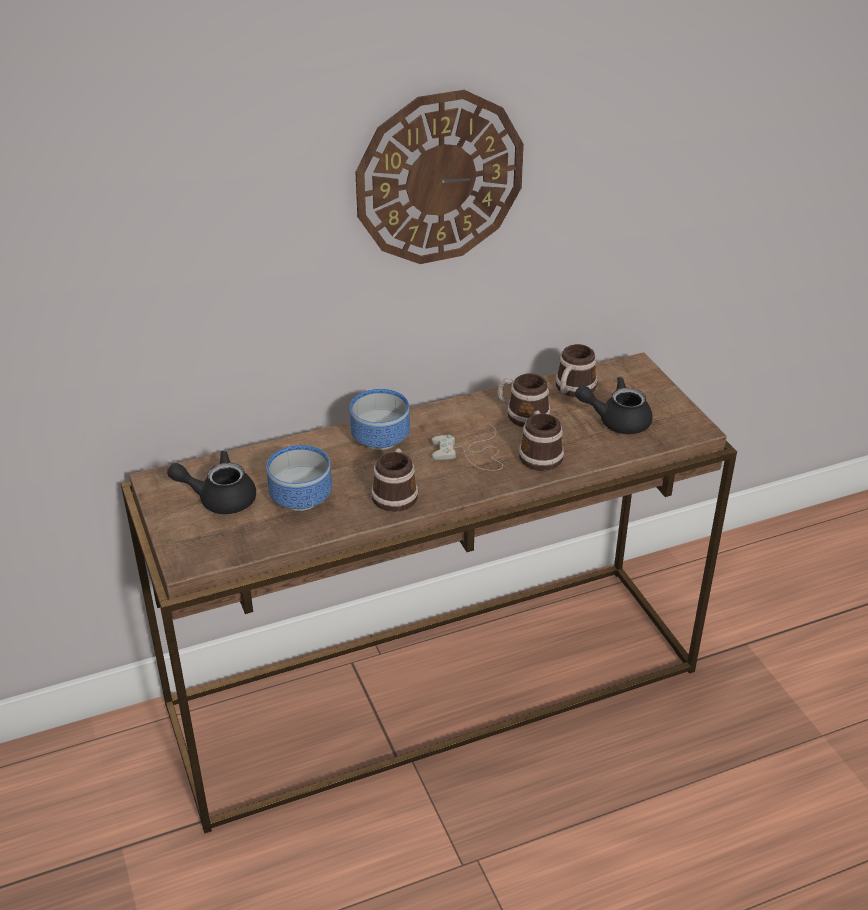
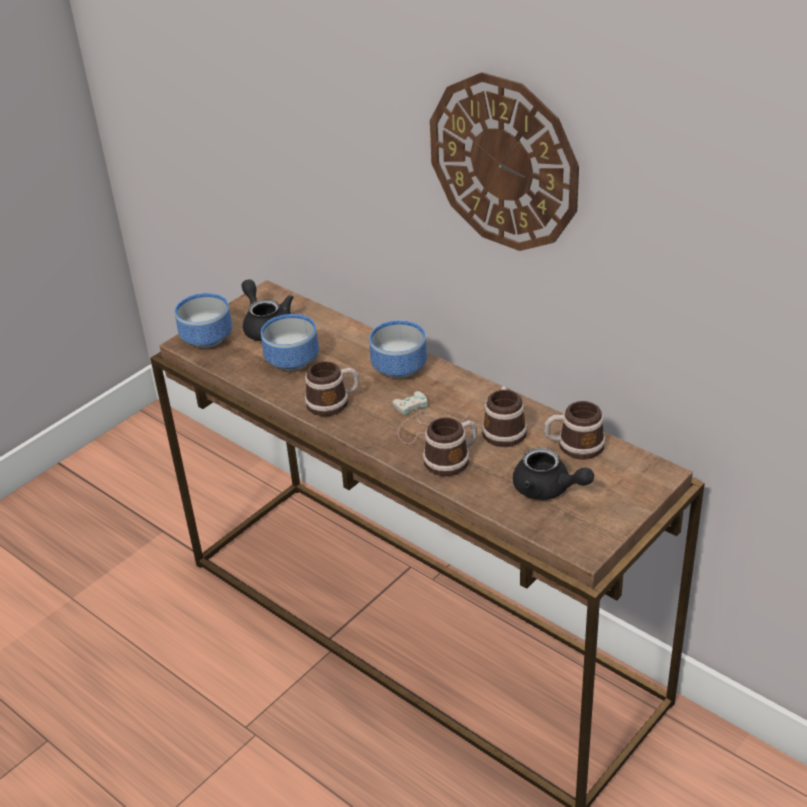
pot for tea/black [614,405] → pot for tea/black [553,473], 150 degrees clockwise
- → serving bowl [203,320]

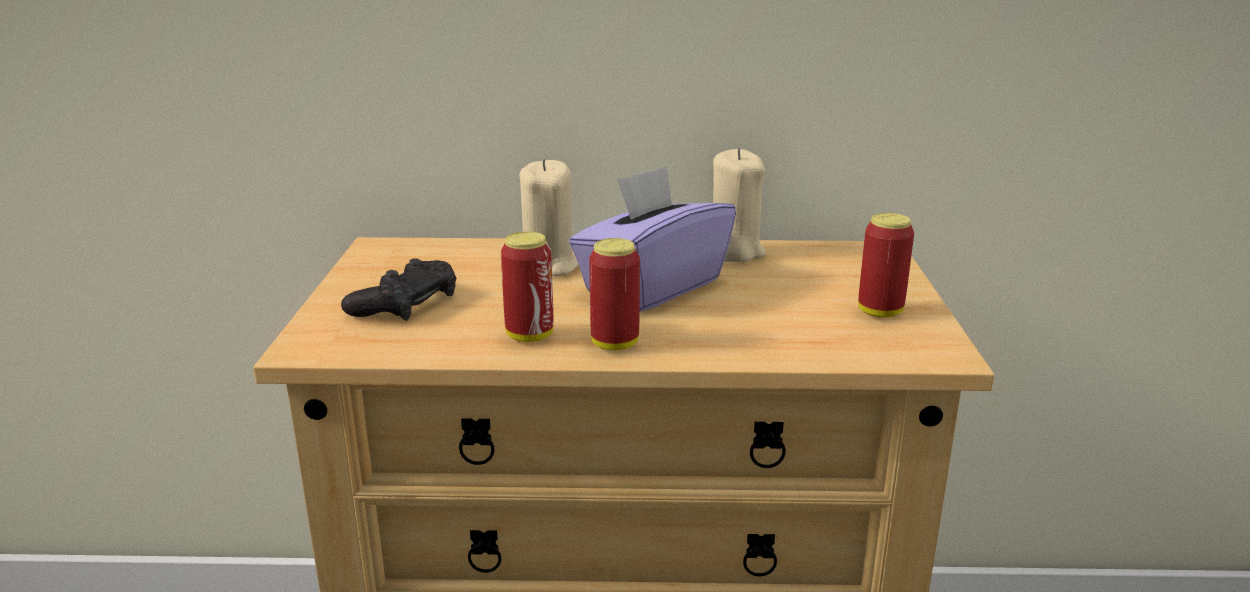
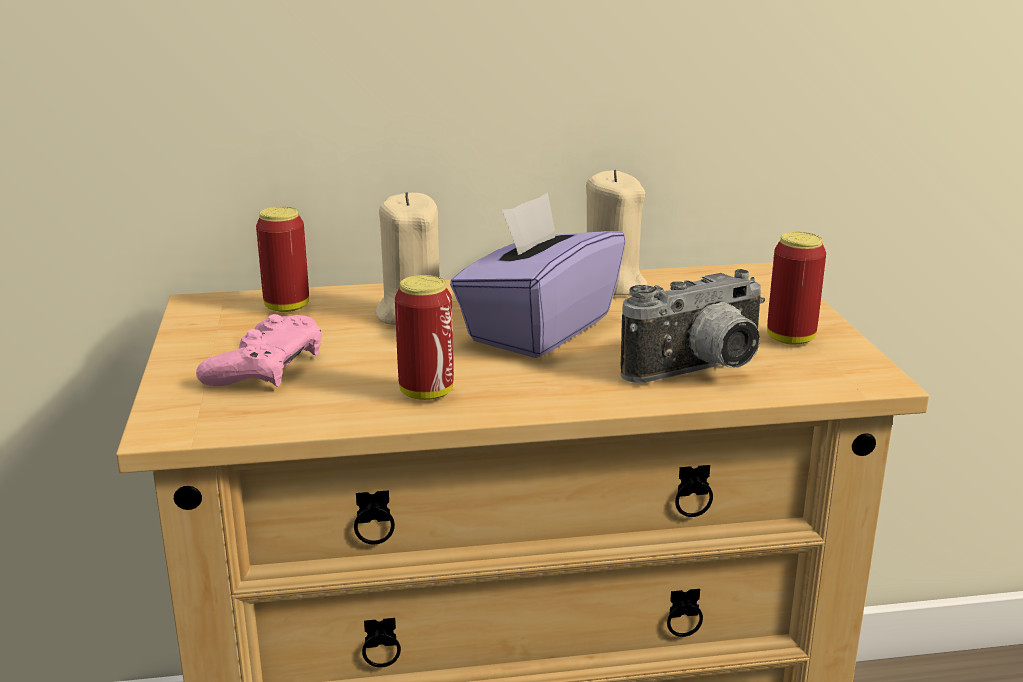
sealed can [614,294] → sealed can [282,259], move
gamepad/black [398,289] → gamepad/pink [259,350]
- → still camera [693,326]

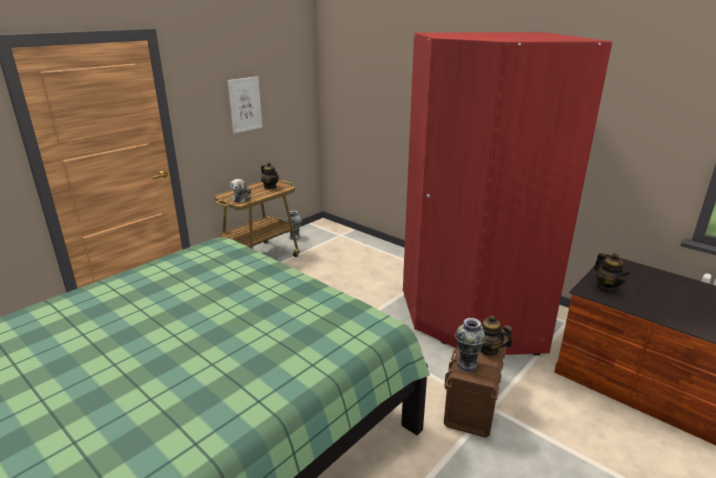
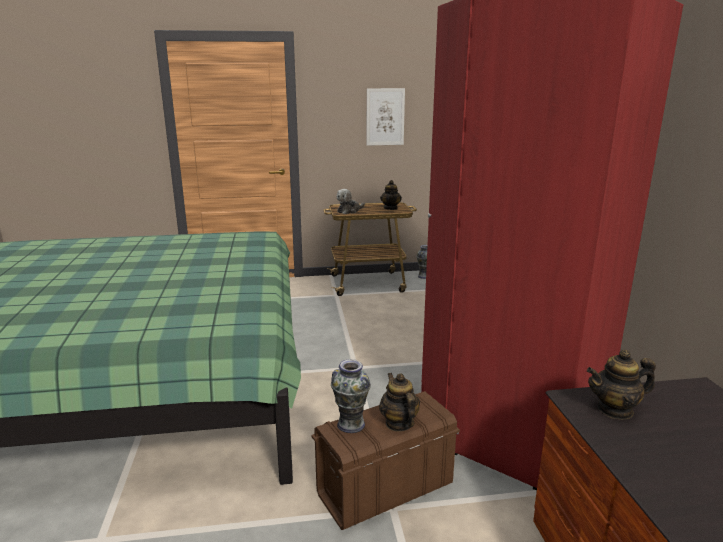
pot for tea [612,273] → pot for tea [621,385], 60 degrees clockwise

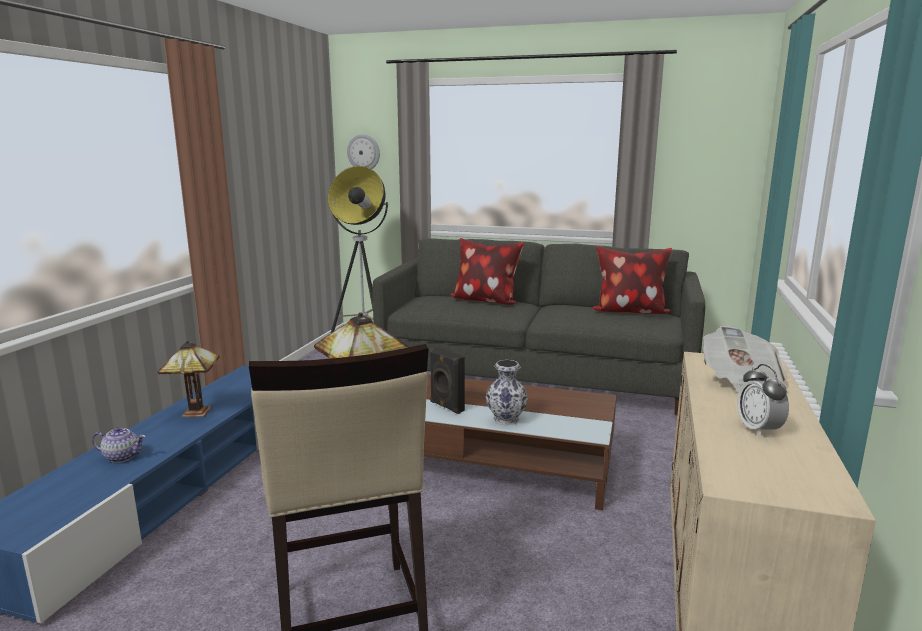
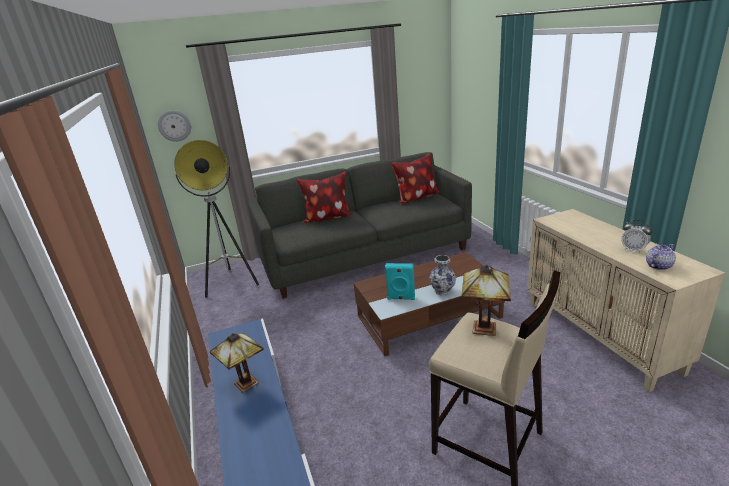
daily paper [745,359] → -
loudspeaker/black [447,380] → loudspeaker/blue-green [400,281]
pot for tea [119,445] → pot for tea [661,257], move

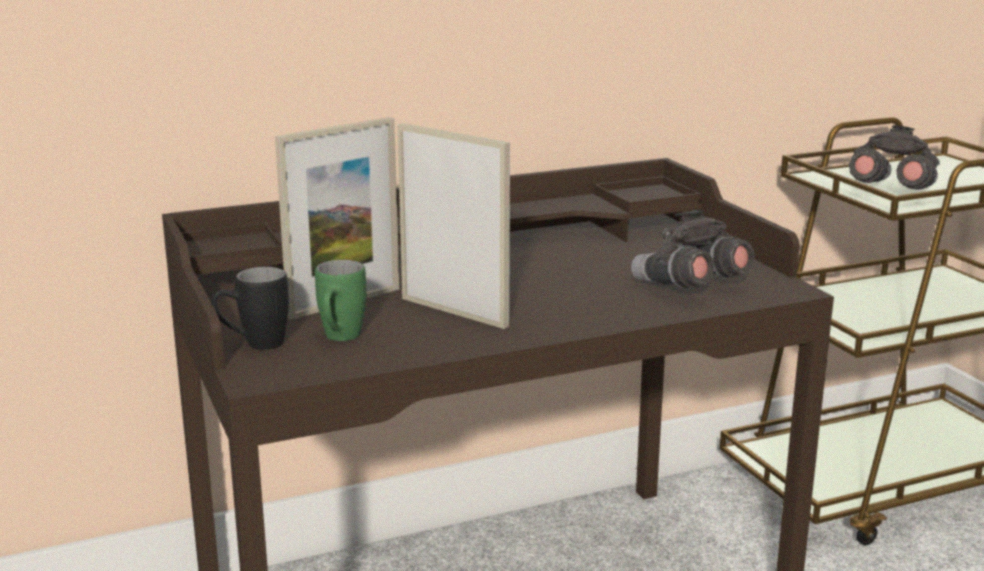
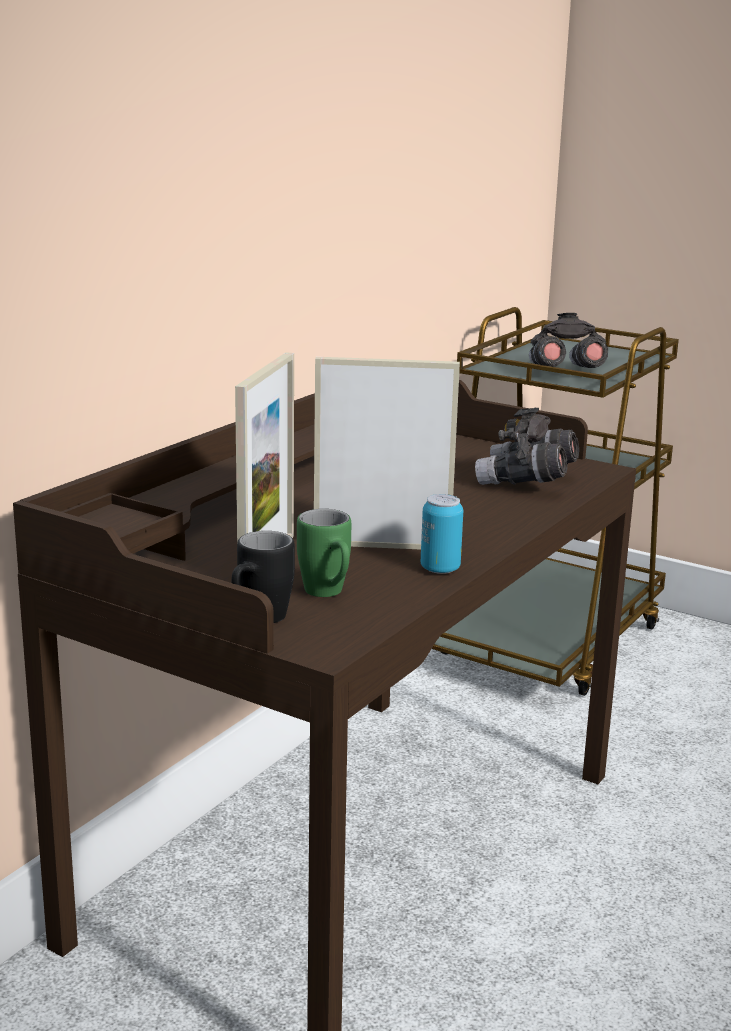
- → sealed can [442,534]

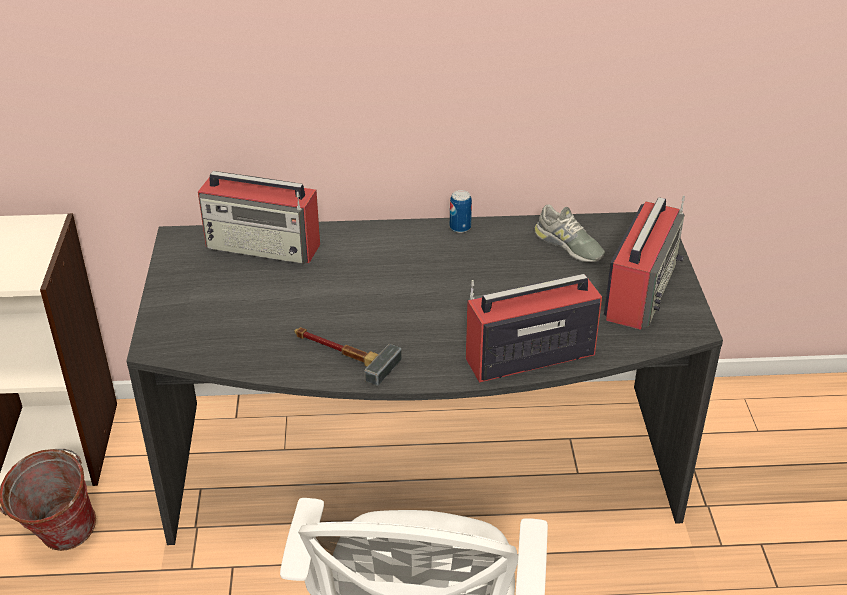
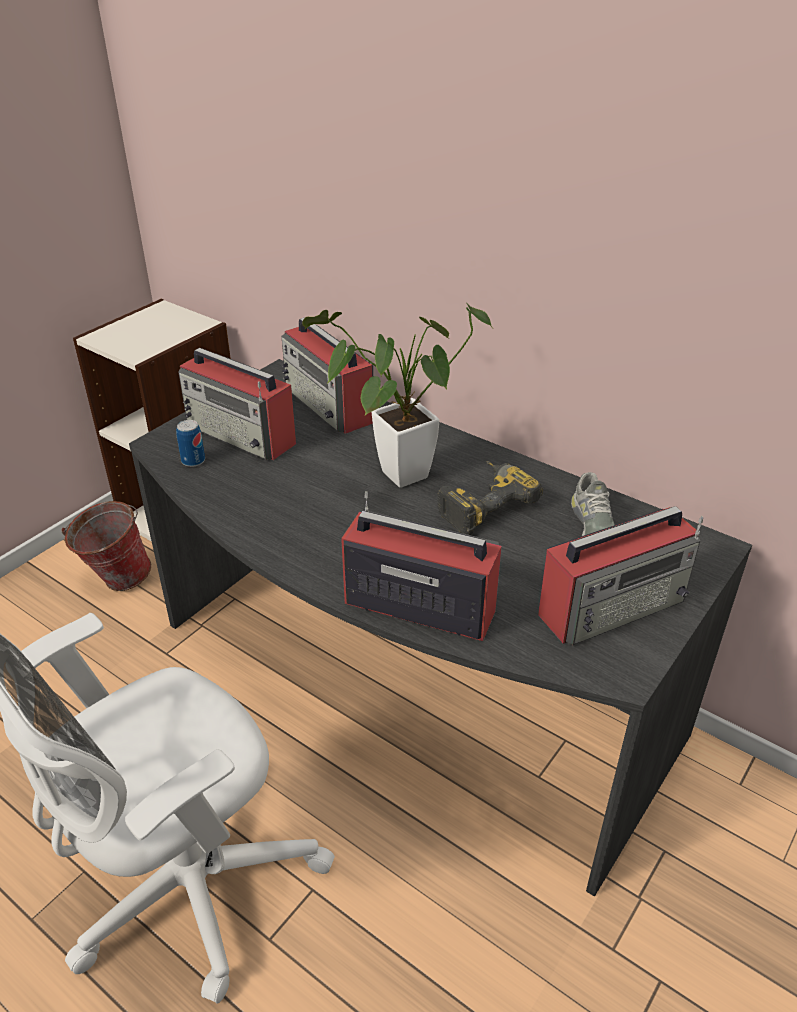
sealed can [461,211] → sealed can [190,443], move
tool hammer [348,356] → -
- → houseplant [397,396]
- → radio receiver [237,404]
- → electric drill [490,498]

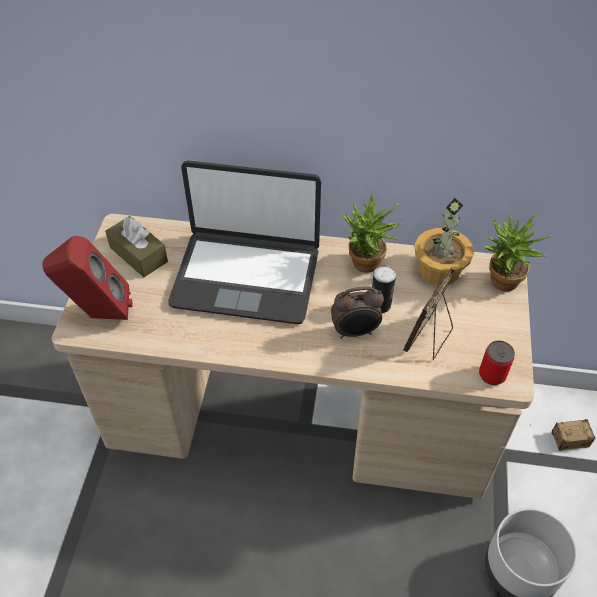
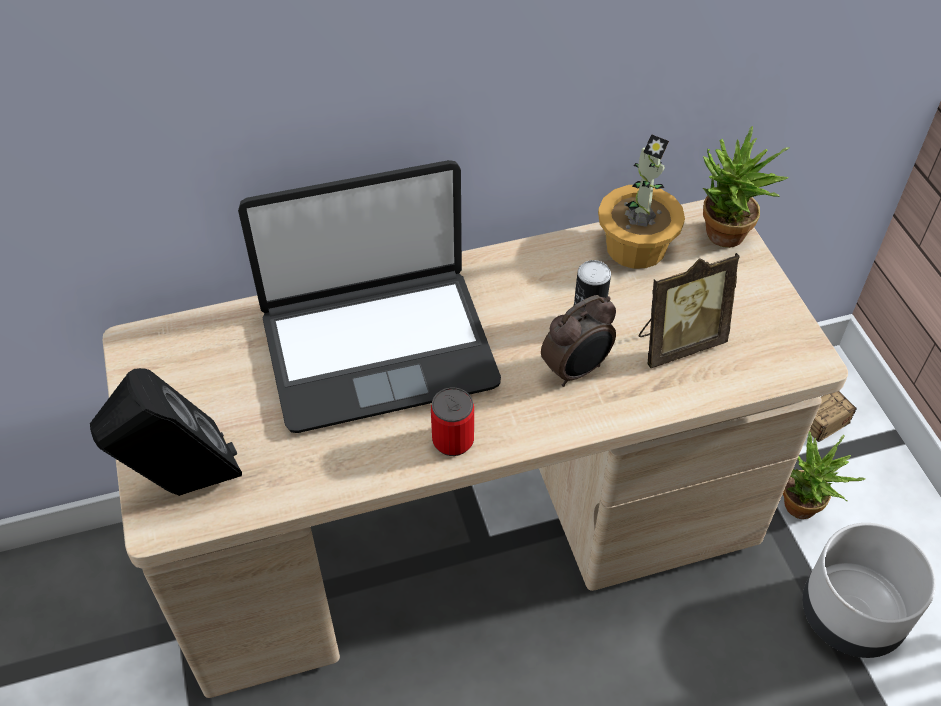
houseplant [372,232] → houseplant [824,475], move
tissue holder/brownish [136,246] → -
loudspeaker/red [88,278] → loudspeaker/black [166,432]
photo frame [429,314] → photo frame [689,310], 120 degrees counterclockwise
sealed can [497,362] → sealed can [452,422], move

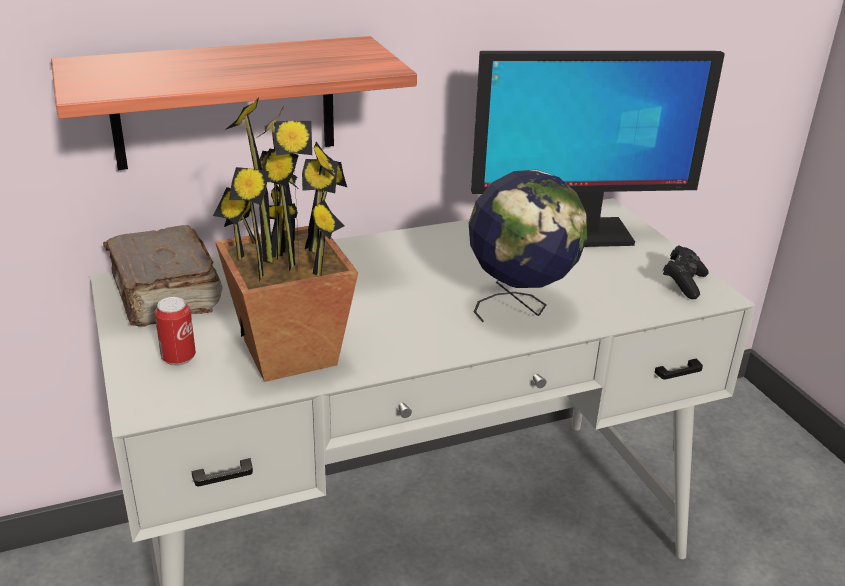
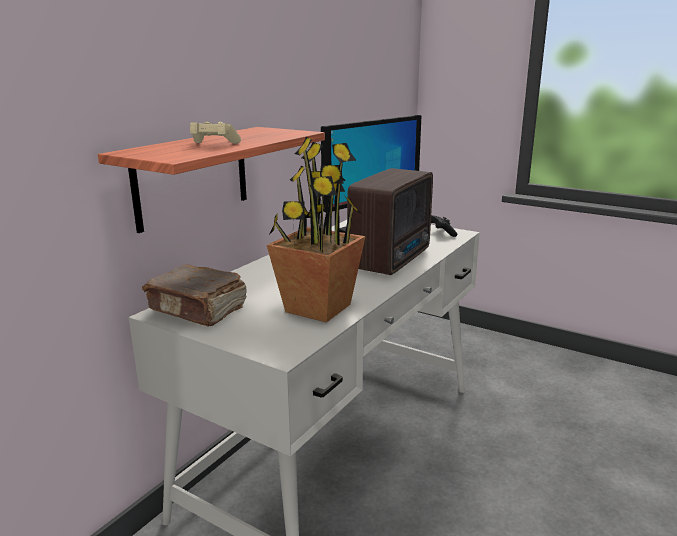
globe [528,246] → radio receiver [390,221]
sealed can [175,331] → -
- → gamepad/sand-coloured [215,133]

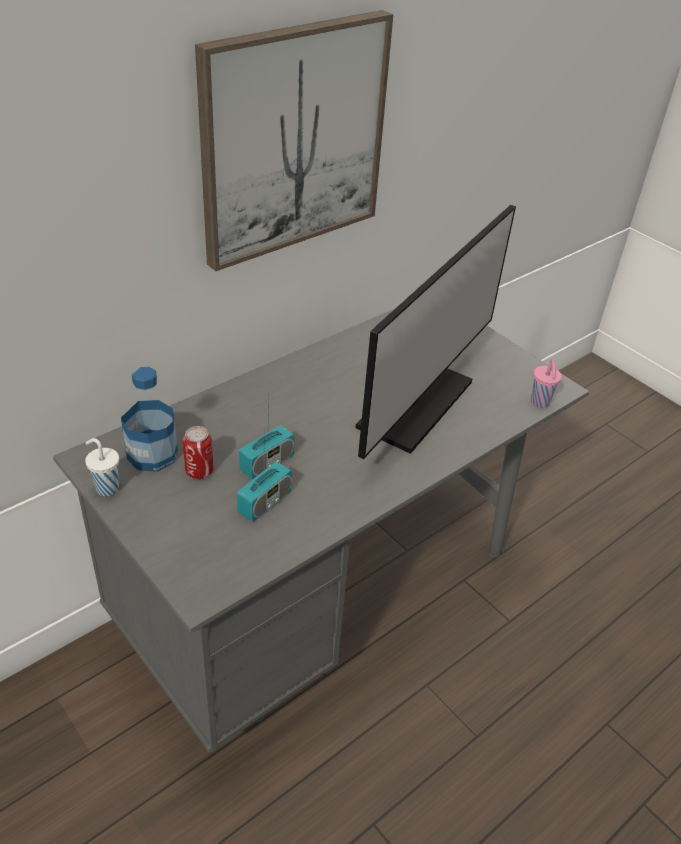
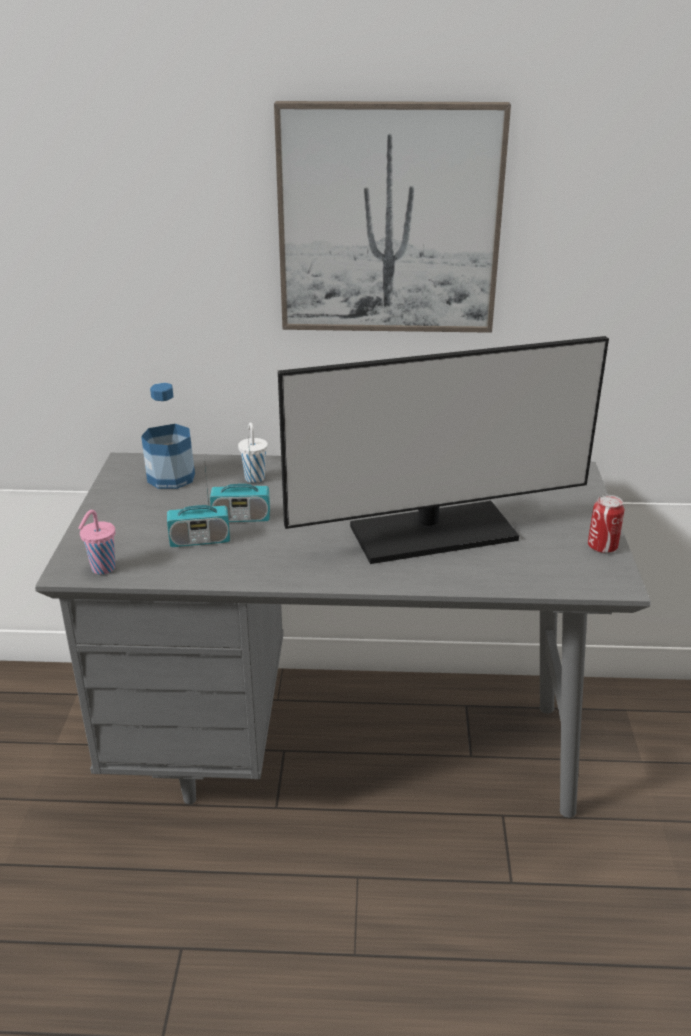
cup/pink [546,383] → cup/pink [97,542], move
sealed can [198,452] → sealed can [606,524], move
cup/white [102,467] → cup/white [253,452], move

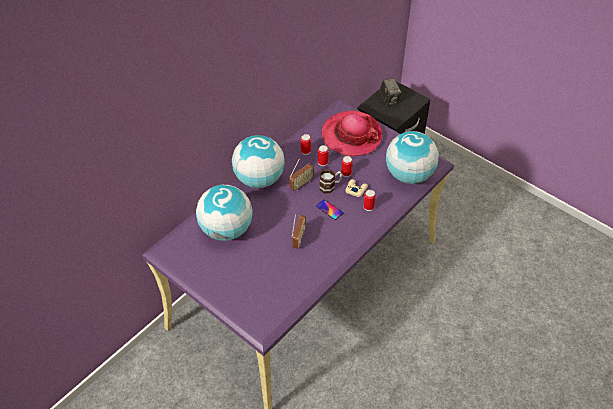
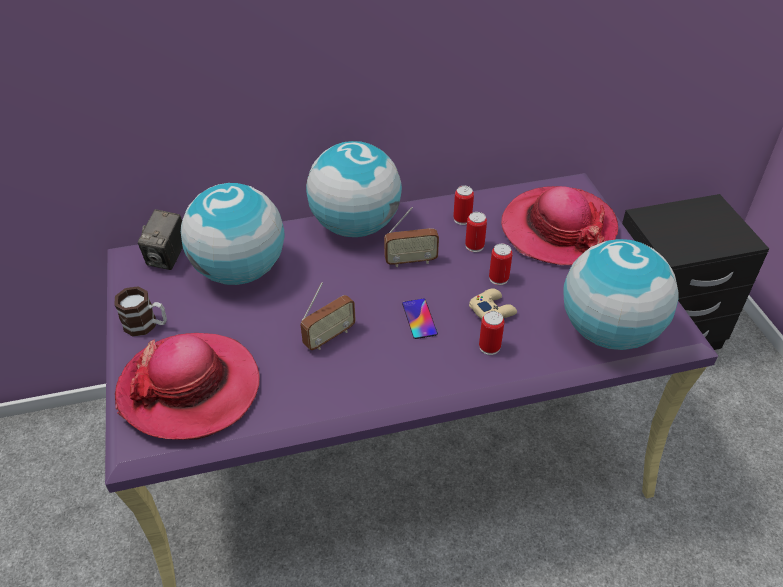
still camera [390,91] → still camera [160,239], move
coffee mug [330,181] → coffee mug [140,311], move
- → wearable hat [187,386]

